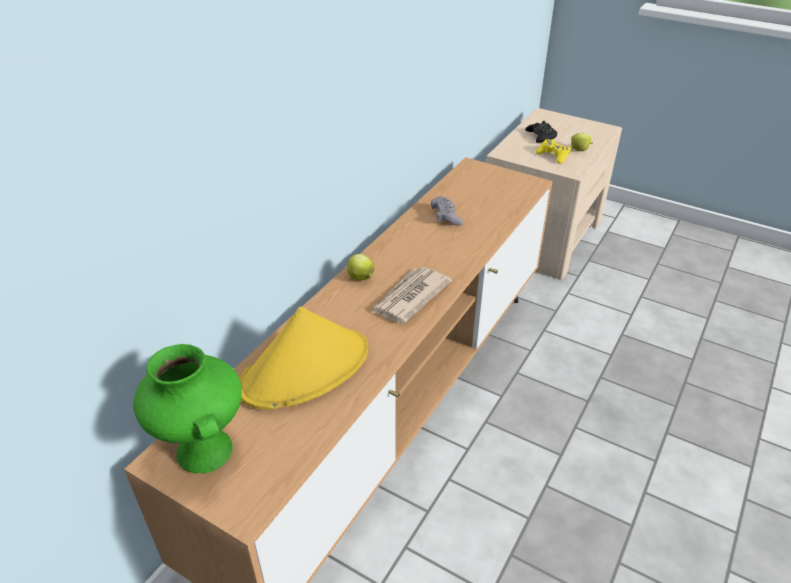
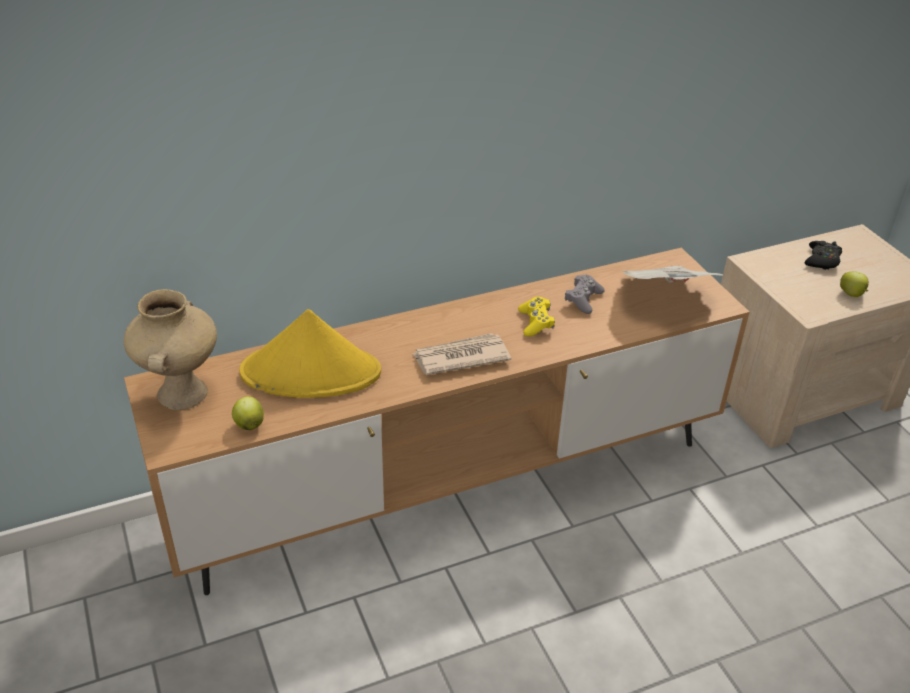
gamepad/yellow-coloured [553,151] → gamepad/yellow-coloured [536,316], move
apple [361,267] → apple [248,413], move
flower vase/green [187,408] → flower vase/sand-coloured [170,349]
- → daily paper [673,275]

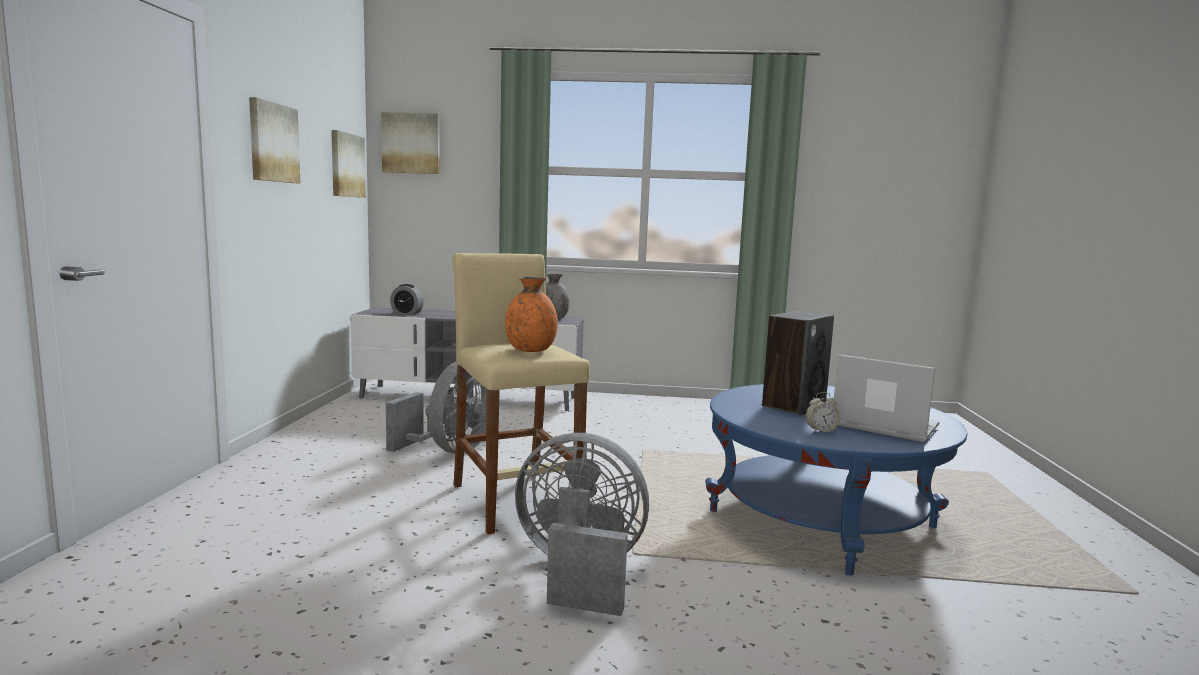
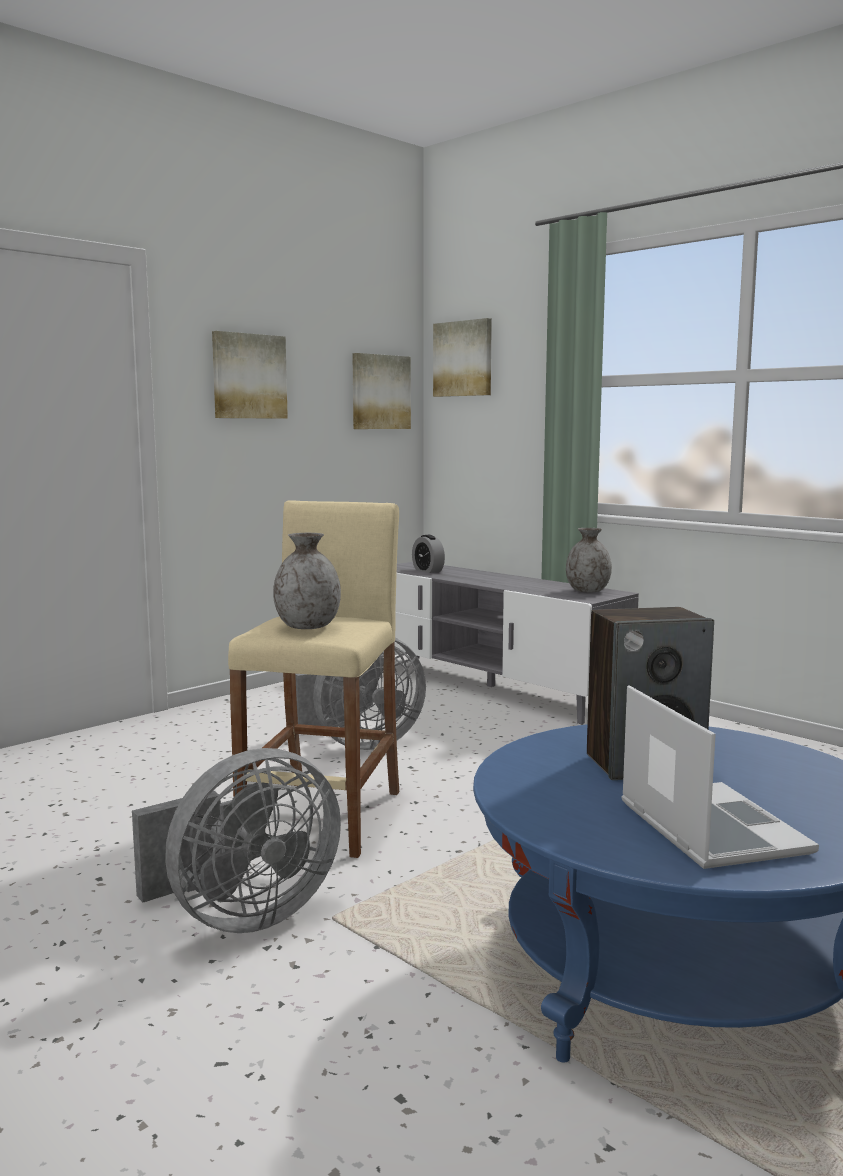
flower vase/orange [531,314] → flower vase/gray [307,581]
table clock [823,412] → -
cooling fan/gray [582,524] → cooling fan/gray [236,840], 90 degrees clockwise

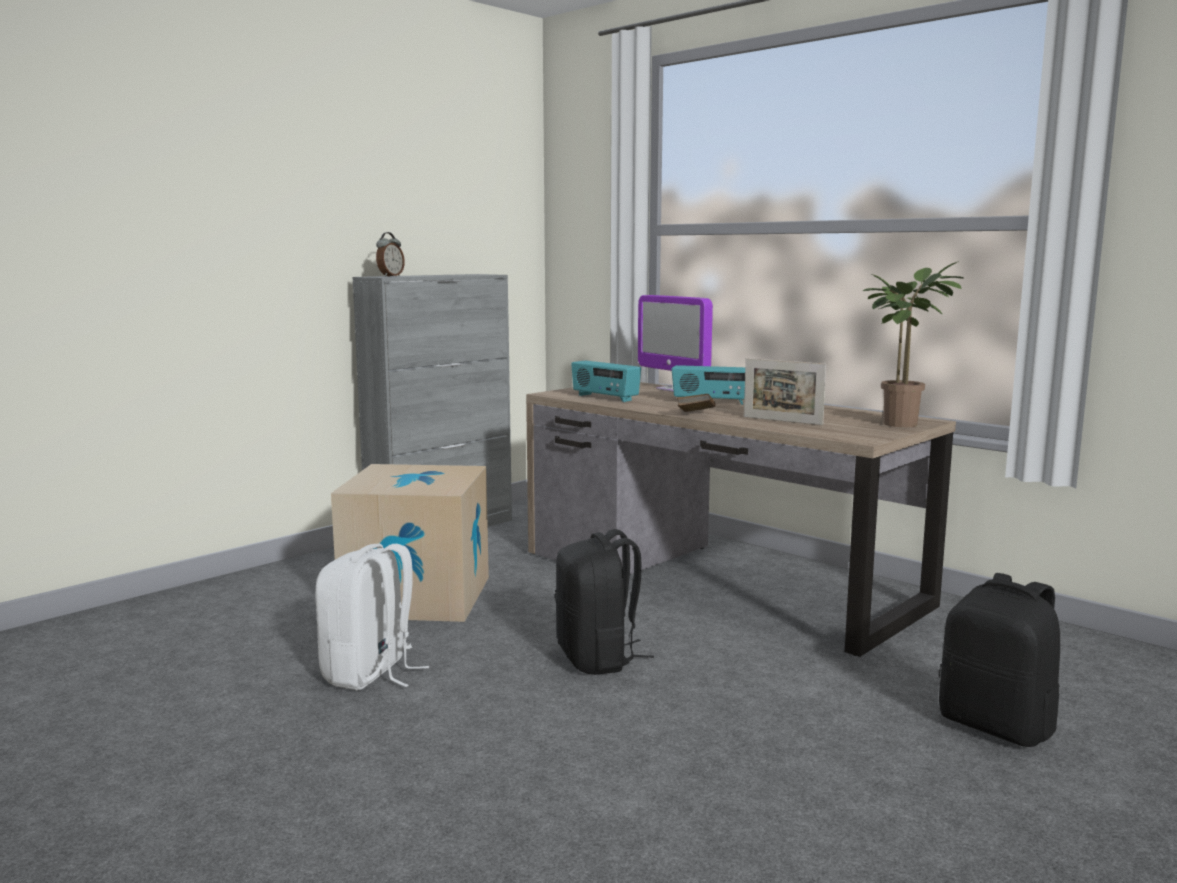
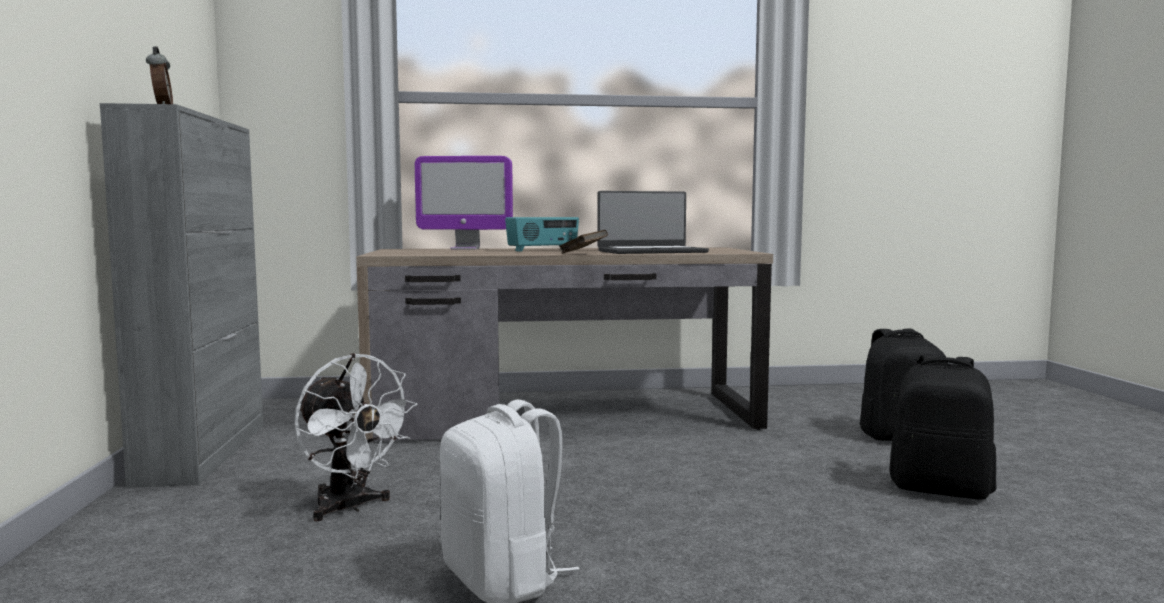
houseplant [913,344] → -
photo frame [785,391] → laptop [653,222]
radio receiver [606,381] → -
packing box [410,543] → cooling fan/white [356,437]
backpack/black [604,602] → backpack/black [943,427], move

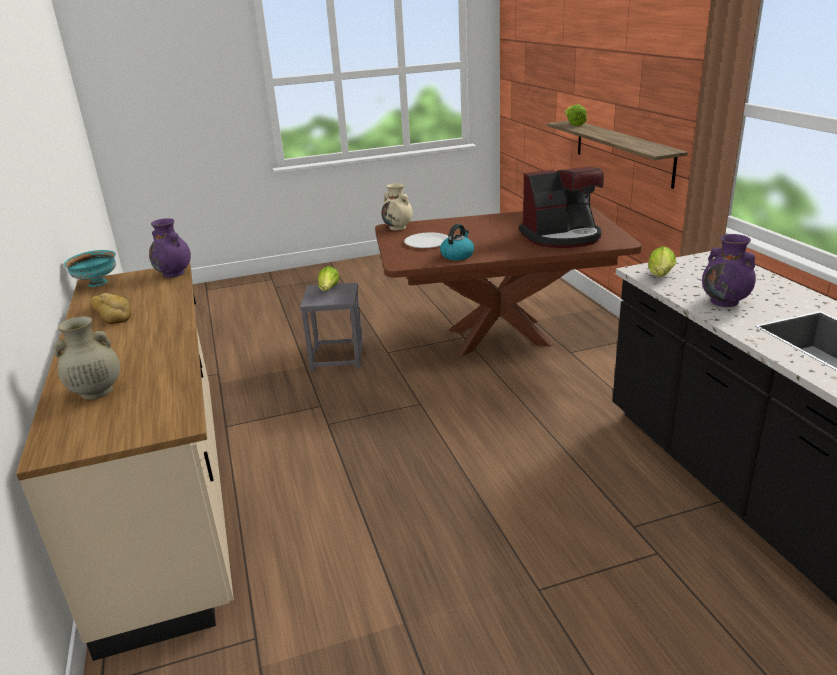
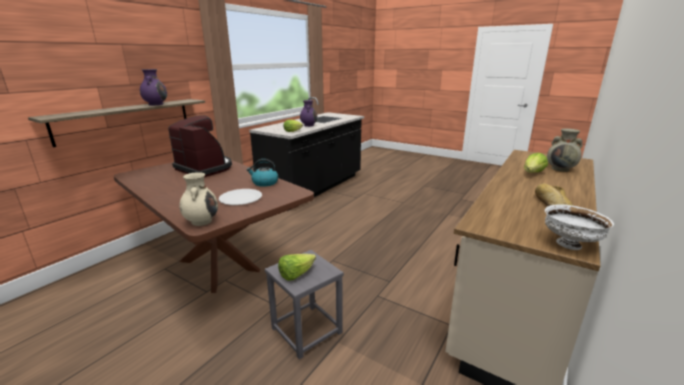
lettuce [575,115] → lettuce [536,162], move
flower vase/purplish [170,248] → flower vase/purplish [153,87], move
serving bowl/blue-green [90,268] → serving bowl/white [579,227]

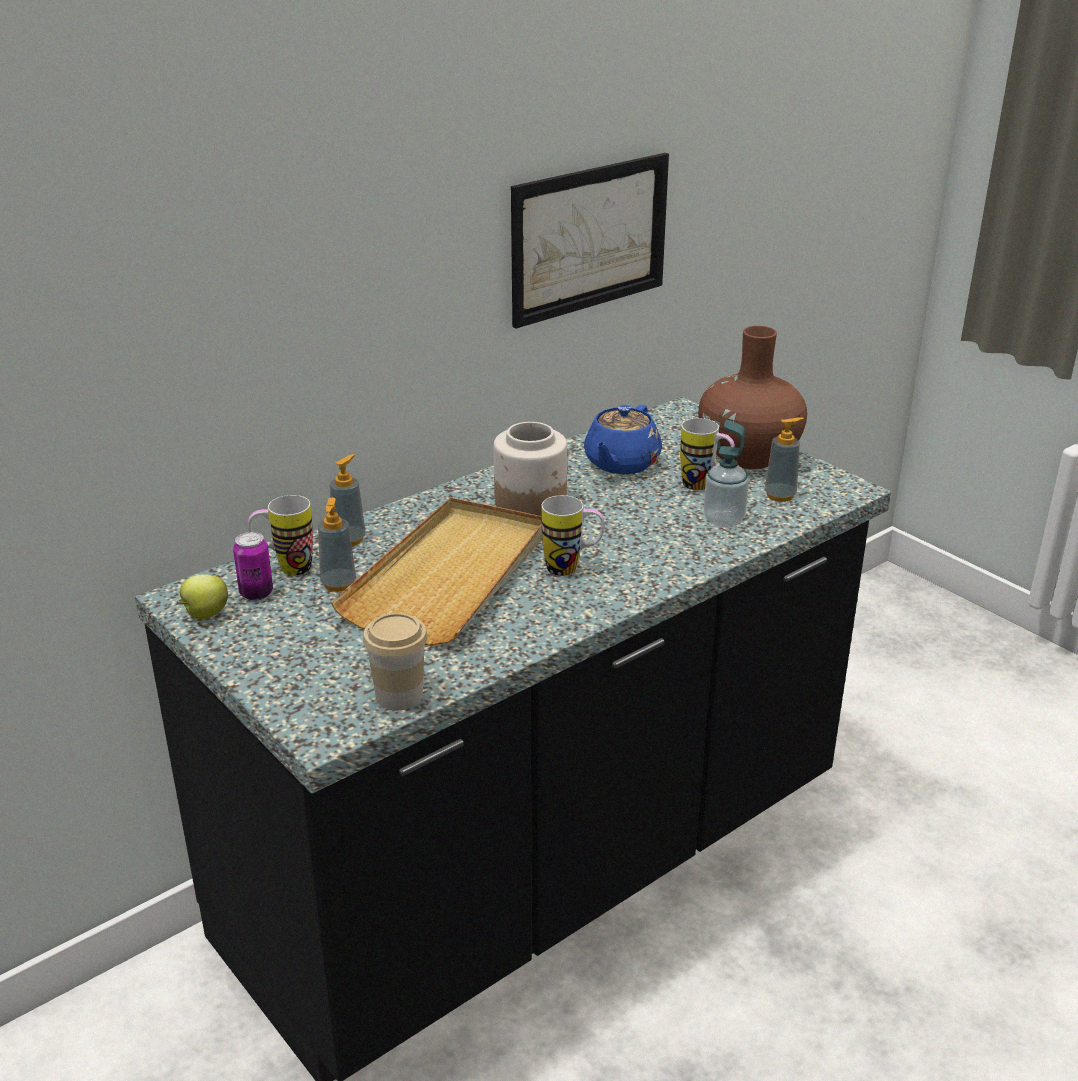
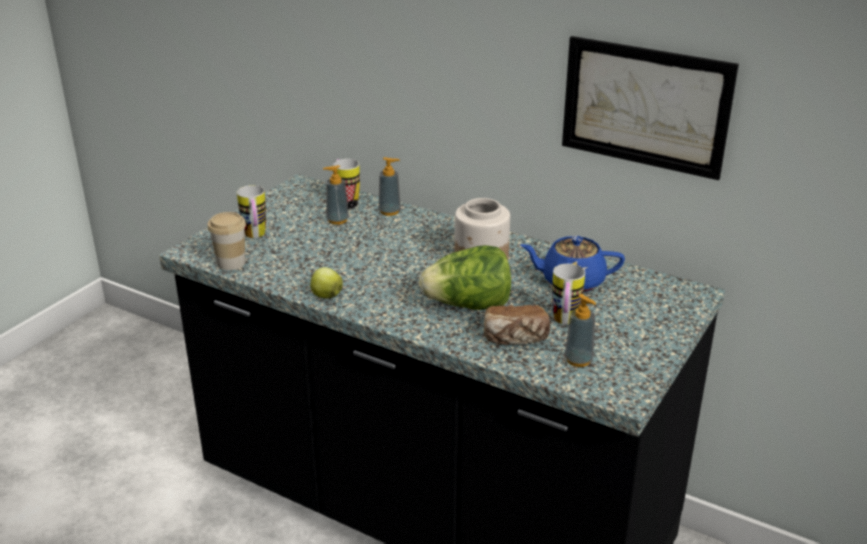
flower vase/brownish [752,397] → -
liquid soap bottle [726,473] → bread [517,325]
coffee mug [572,535] → coffee mug [251,211], move
tray/sand-coloured [436,572] → -
sealed can [253,566] → -
apple [202,596] → apple [326,282], move
- → lettuce [465,277]

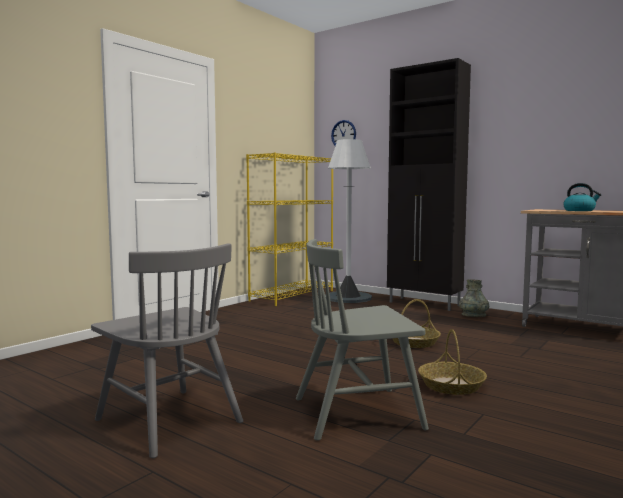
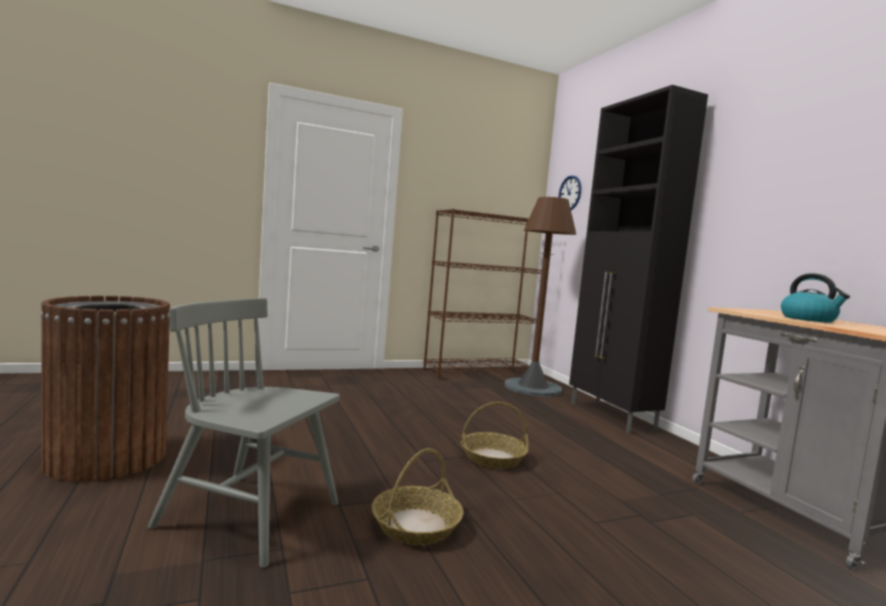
floor lamp/white [348,221] → floor lamp/brownish [540,297]
bookcase/yellow-coloured [289,229] → bookcase/brownish [484,294]
upright chair/gray [167,350] → rubbish bin/brownish [105,389]
flower vase/gray [474,298] → -

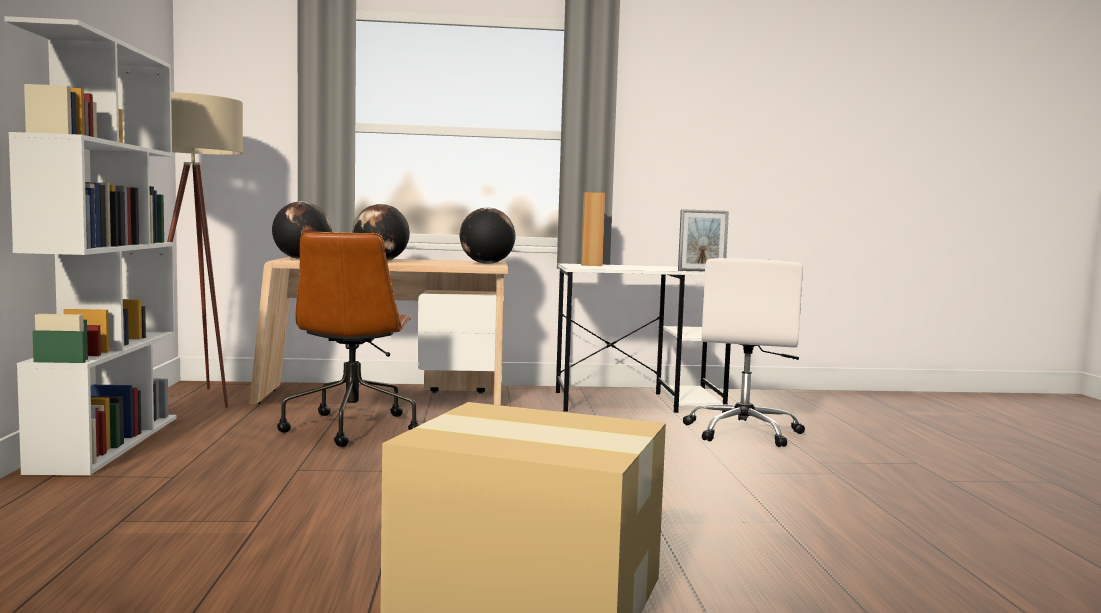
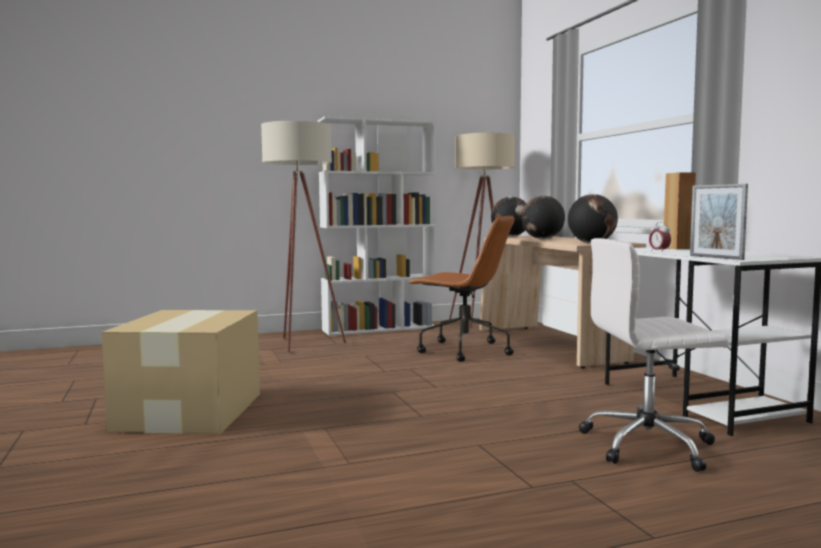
computer chair/brownish [348,339] → computer chair/brownish [461,288], 135 degrees counterclockwise
- → floor lamp/sand-coloured [303,237]
- → table clock [660,237]

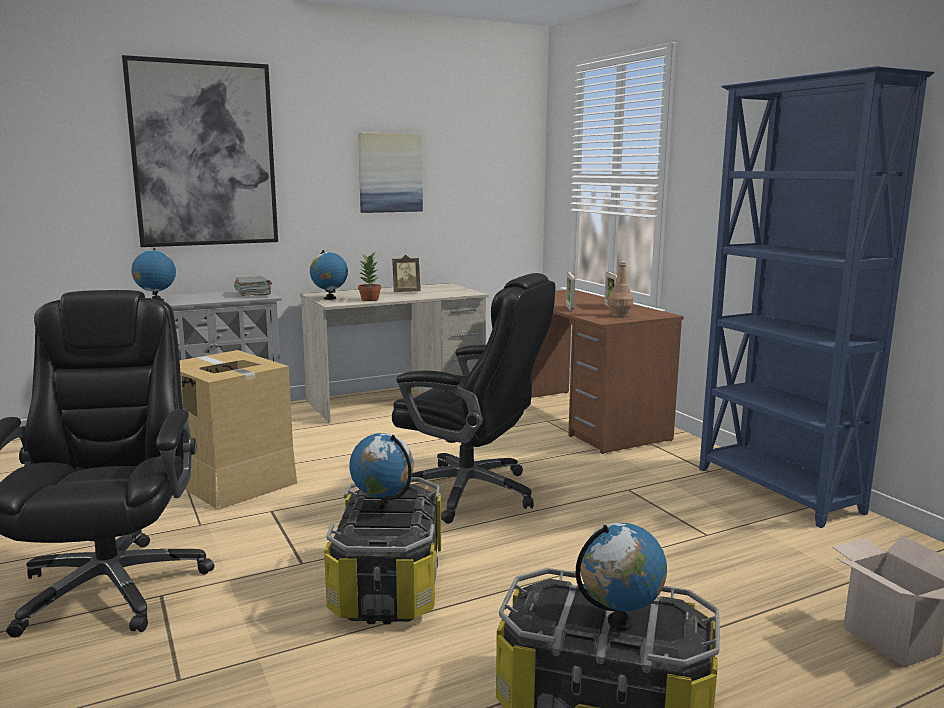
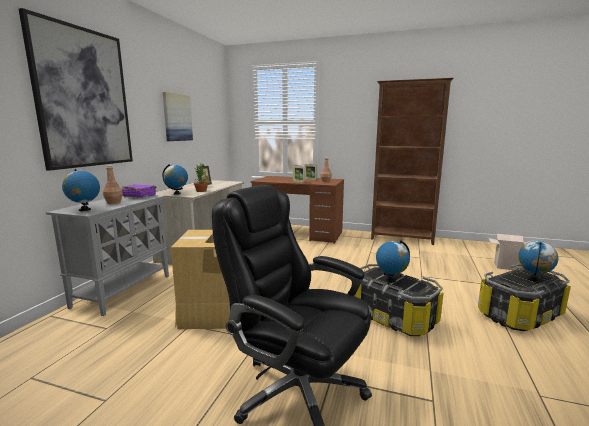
bookcase/bluish [817,297] → bookcase/brownish [412,161]
computer chair/black [474,398] → -
volume/gray [253,286] → volume/purplish [139,191]
- → drink bottle/brownish [113,185]

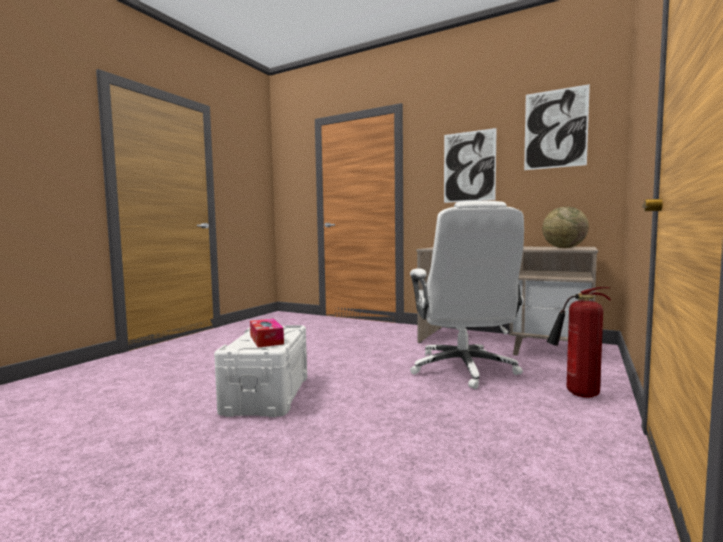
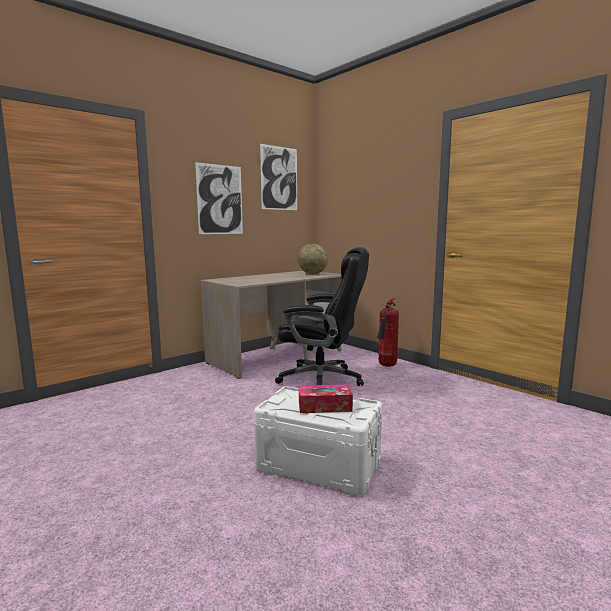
computer chair/white [467,295] → computer chair/black [322,316]

